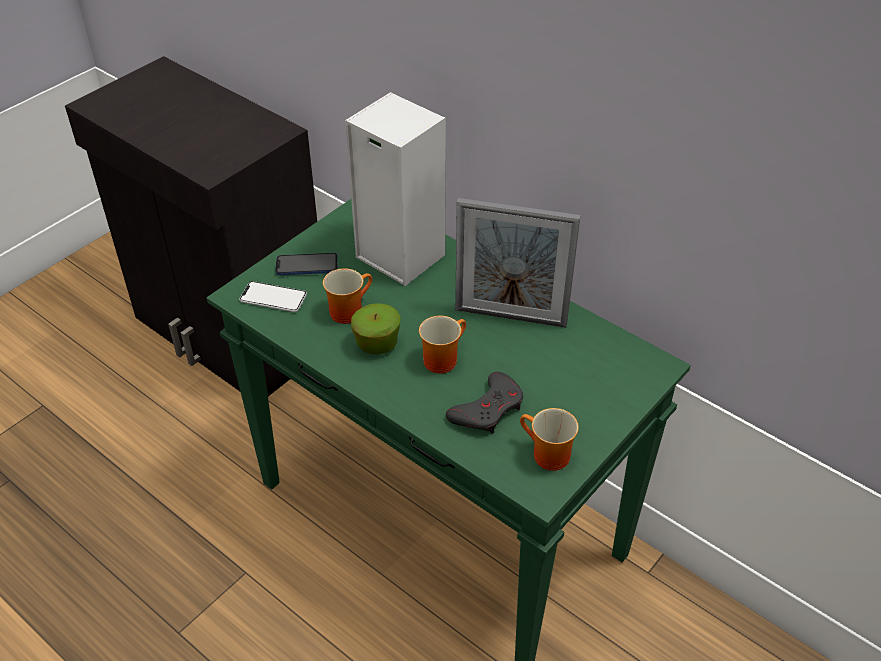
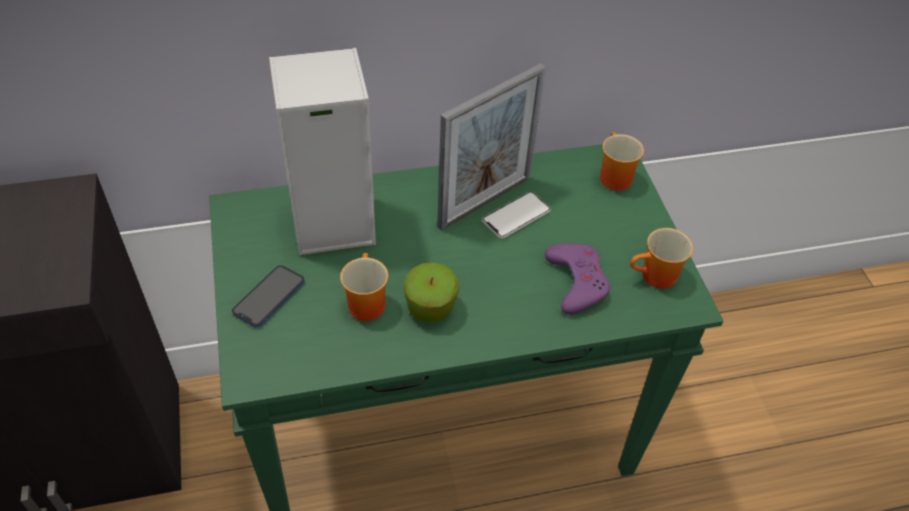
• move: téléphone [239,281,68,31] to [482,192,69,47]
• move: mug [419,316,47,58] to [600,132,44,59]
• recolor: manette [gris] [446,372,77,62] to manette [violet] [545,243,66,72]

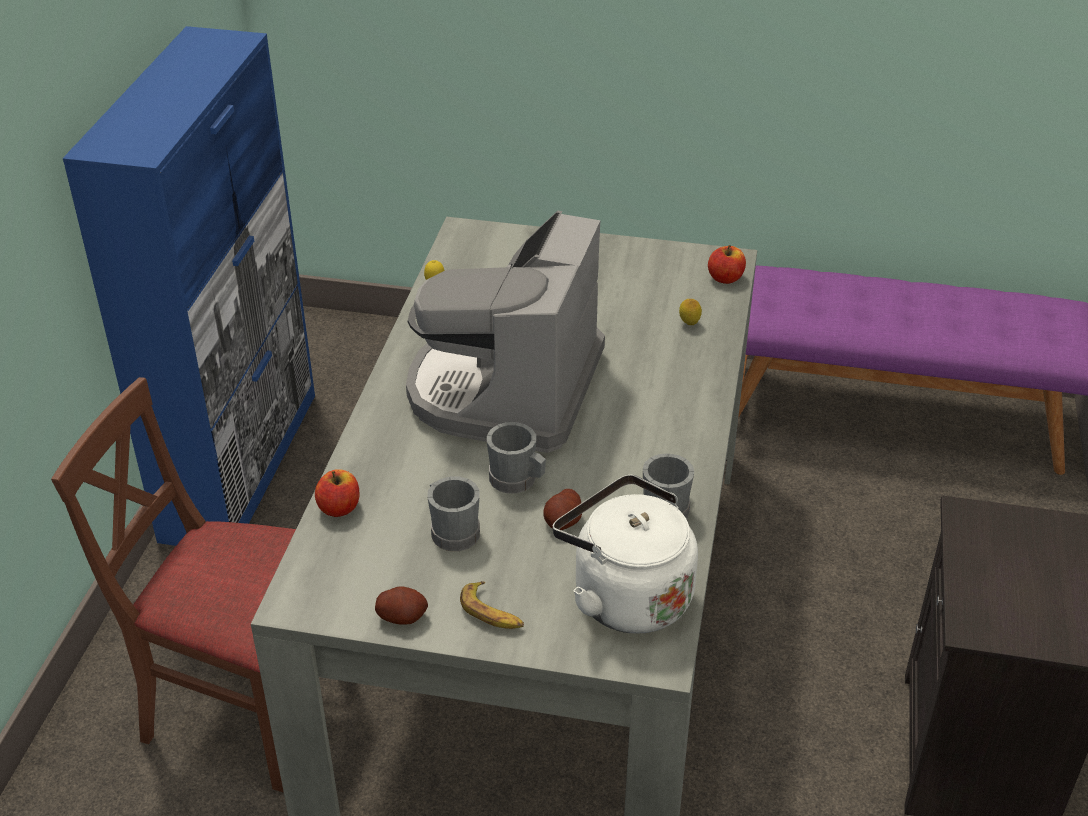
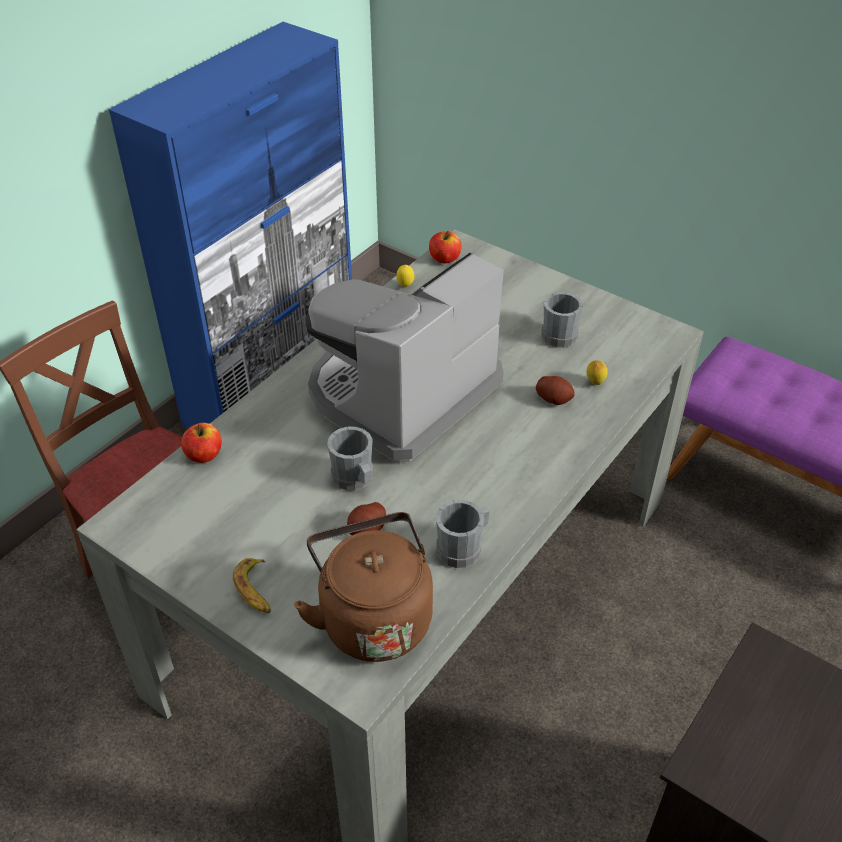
• move: pomme de terre [375,586,53,38] to [536,376,39,29]
• move: mug [gris] [427,477,53,74] to [541,292,42,56]
• recolor: bouilloire [blanc] [553,475,145,158] to bouilloire [marron] [294,512,139,150]
• move: pomme [708,245,38,39] to [429,231,32,33]

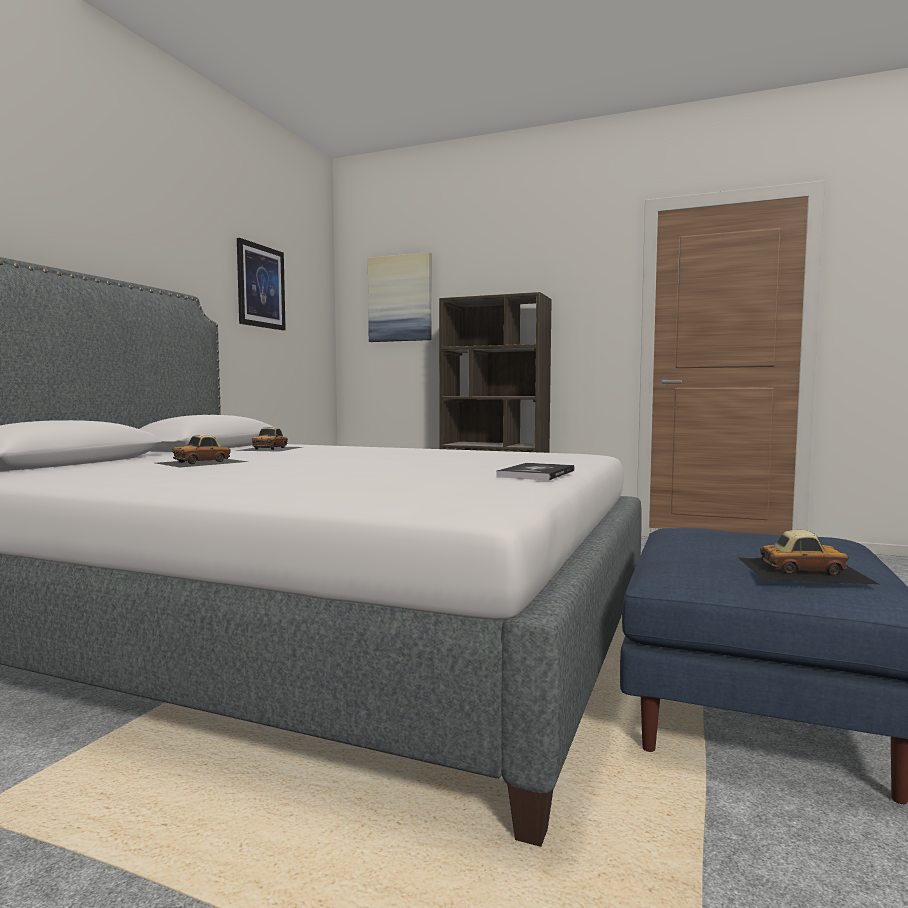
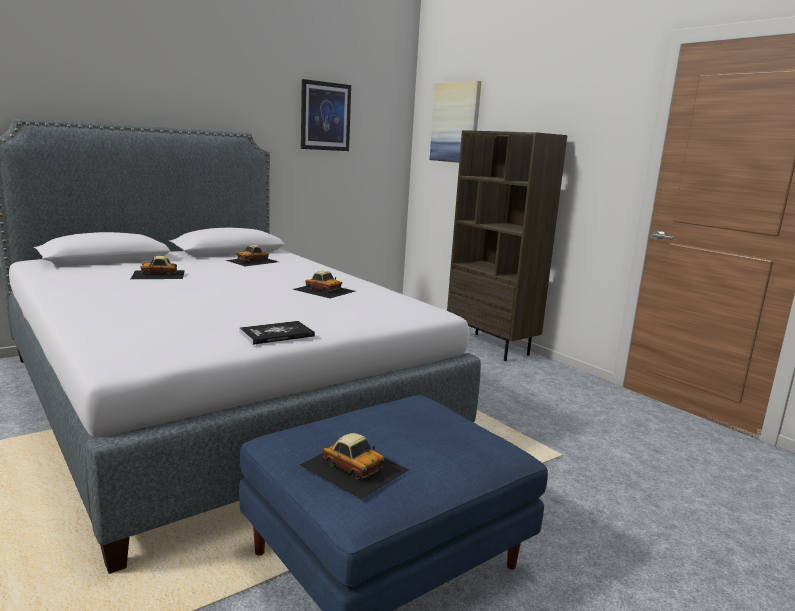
• insert: petite voiture [293,271,62,27]

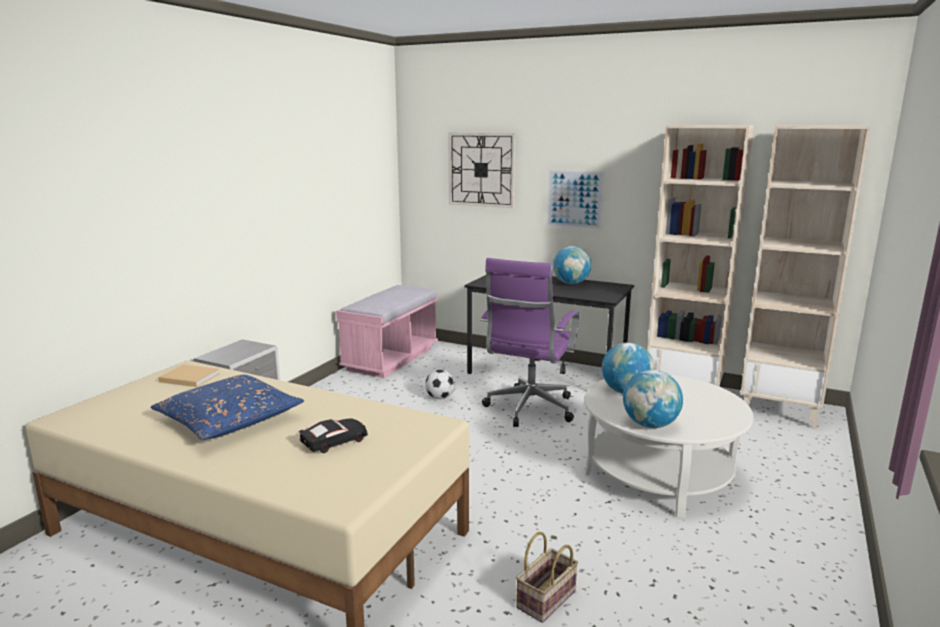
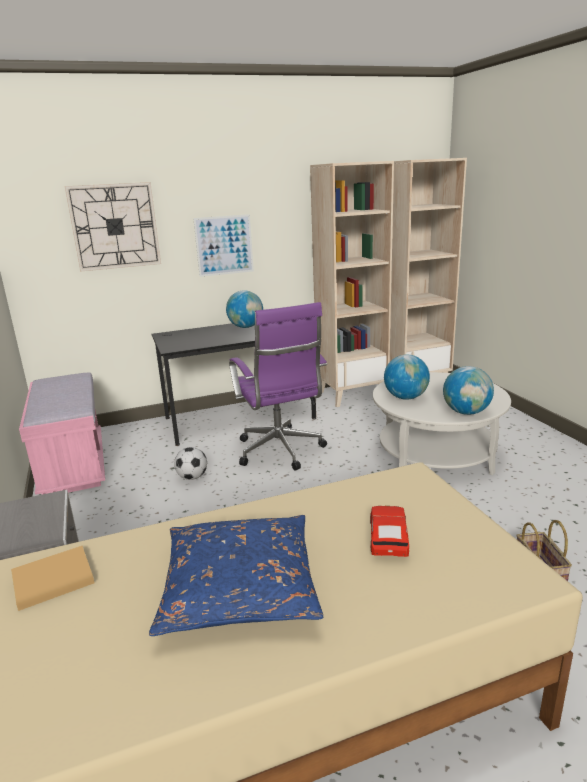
• recolor: petite voiture [noir] [298,418,70,35] to petite voiture [rouge] [370,506,39,51]

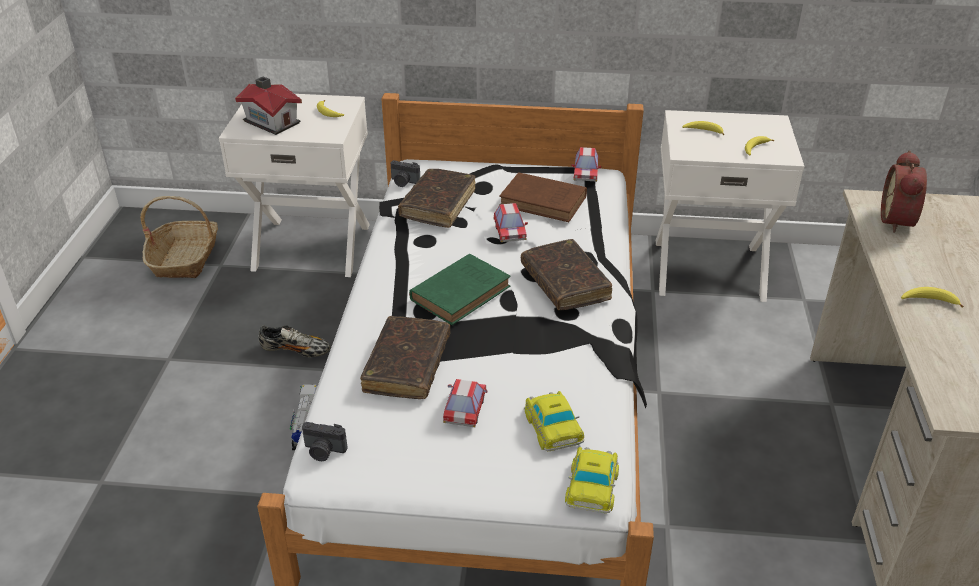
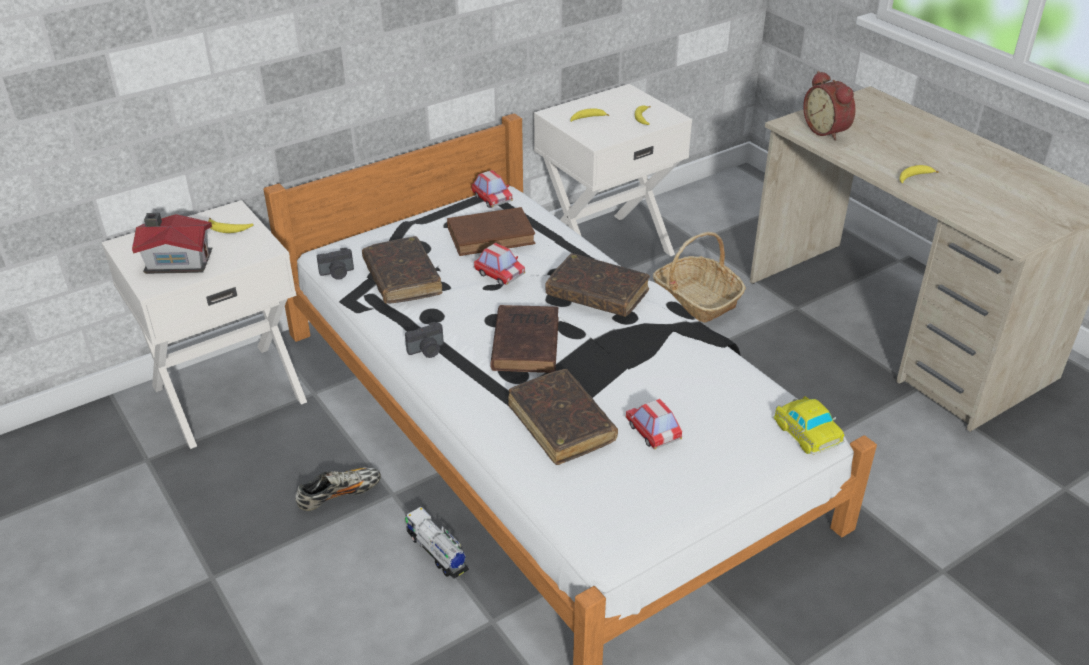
• move: panier [140,196,78,82] to [653,232,93,91]
• move: appareil photo [302,422,45,39] to [405,322,39,36]
• recolor: livre [vert] [409,254,102,71] to livre [marron] [490,305,69,68]
• delete: petite voiture [524,391,60,60]

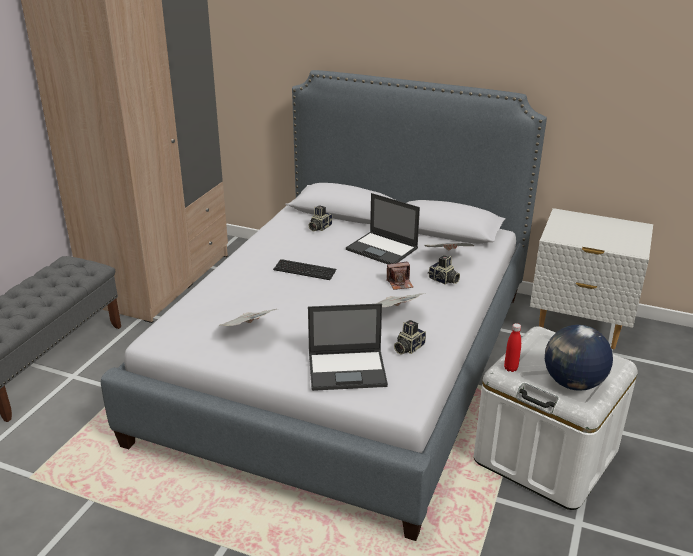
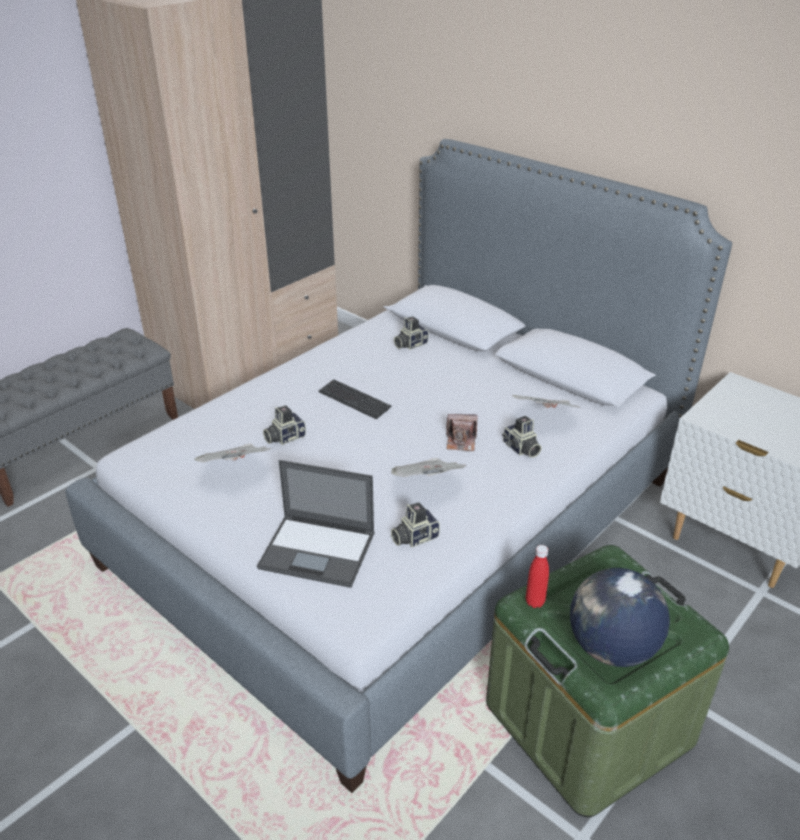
• delete: ordinateur portable [346,193,74,71]
• recolor: boîte de rangement [blanc] [474,326,163,184] to boîte de rangement [vert] [486,545,243,272]
• insert: appareil photo [263,405,43,40]

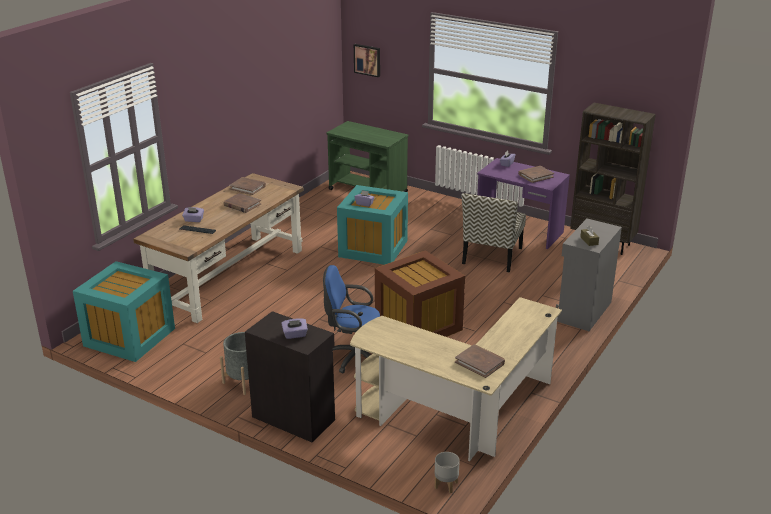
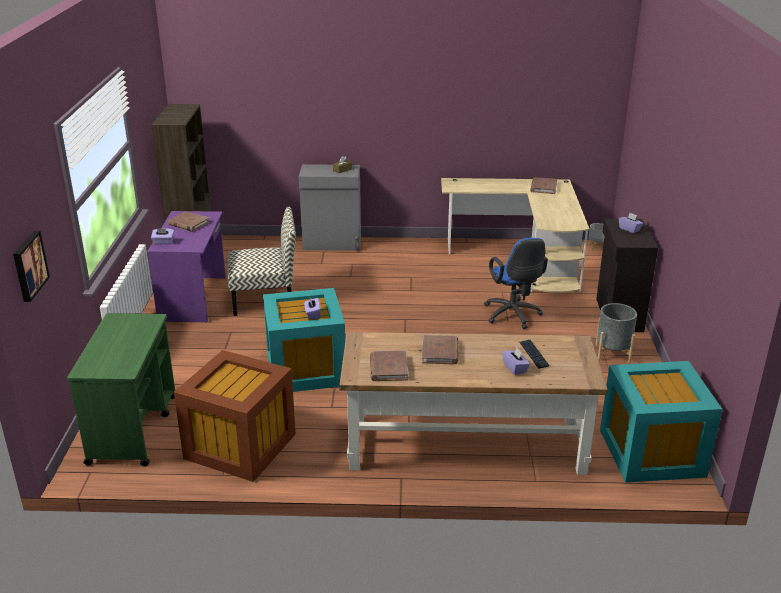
• move: boîte de rangement [marron] [375,250,90,87] to [174,350,122,132]

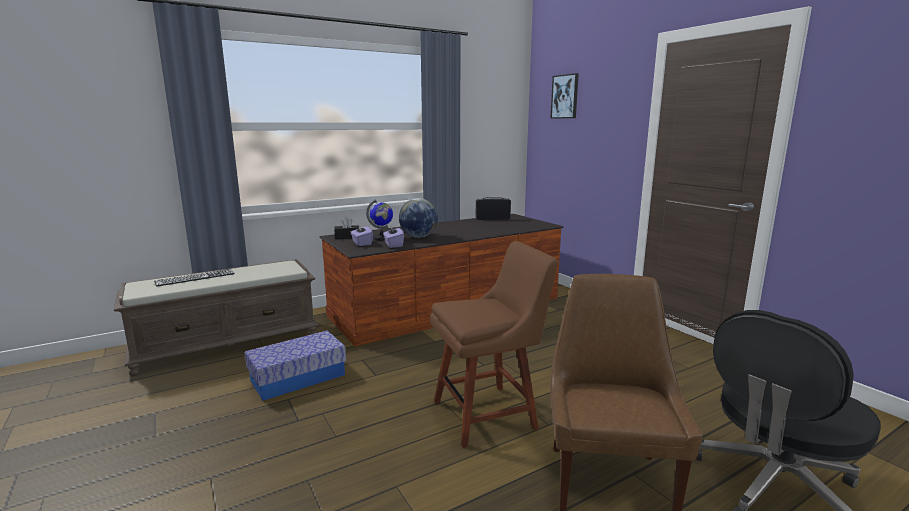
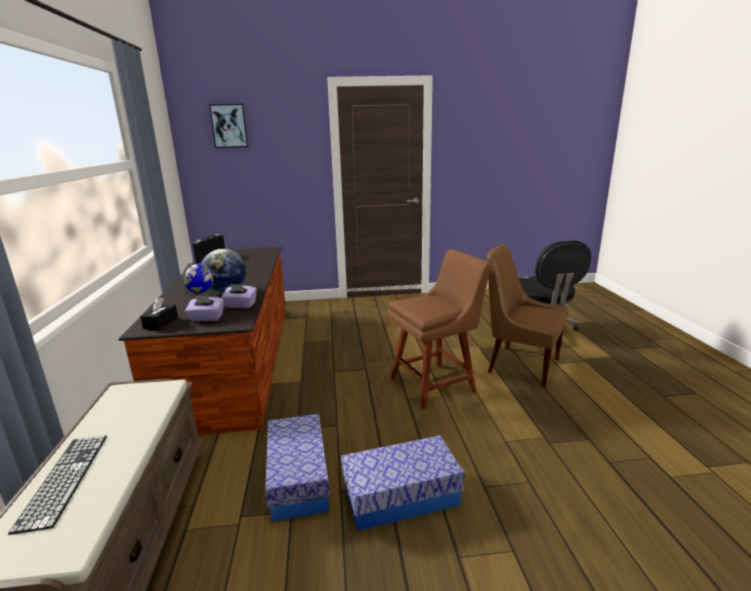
• rotate: chaise [marron] [430,241,128,207] = [388,249,103,161] 60 degrees clockwise
• insert: boîte de rangement [341,435,124,96]

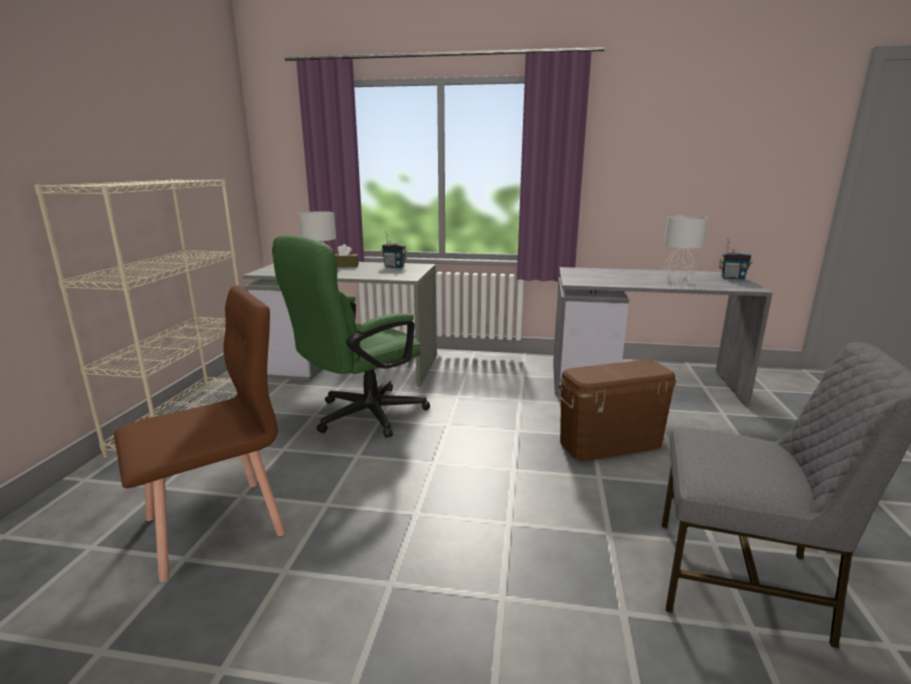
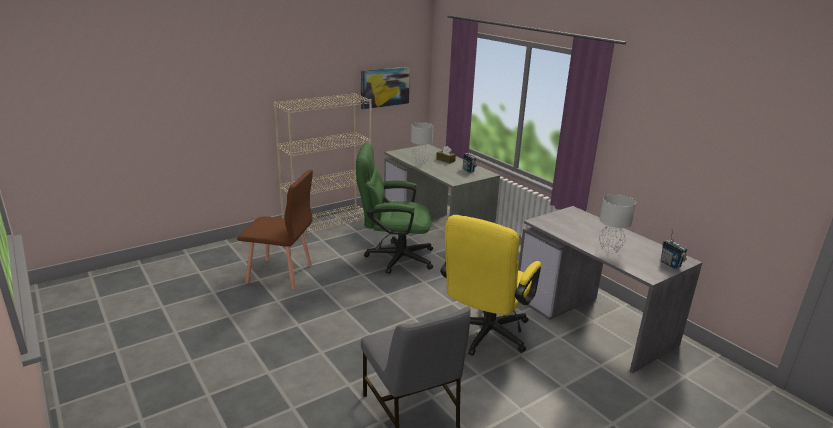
• replace: boîte de rangement [marron] [558,360,118,101] to chaise de bureau [jaune] [440,215,101,141]
• insert: tableau [361,67,49,42]

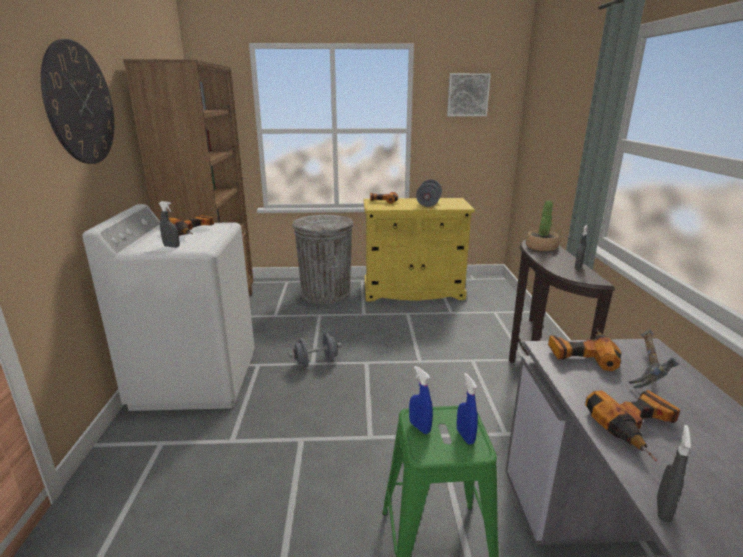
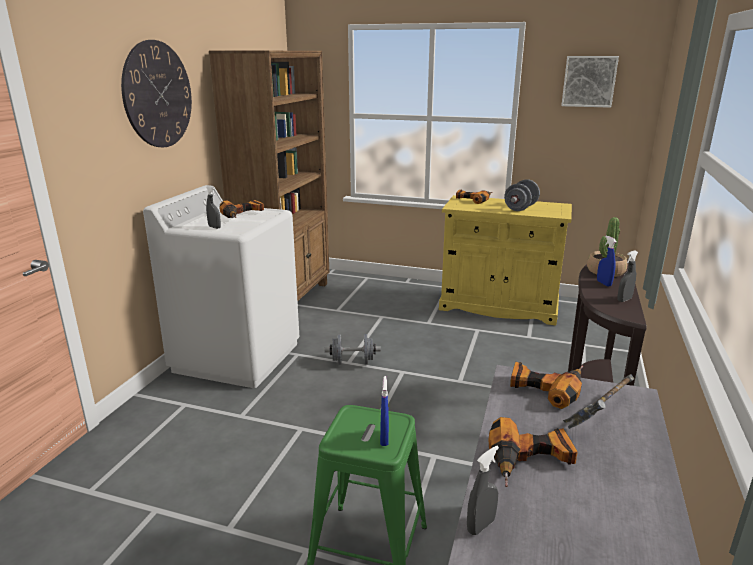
• delete: poubelle [gris] [292,215,62,89]
• move: vaporisateur [bleu] [409,366,24,68] to [597,235,20,52]

